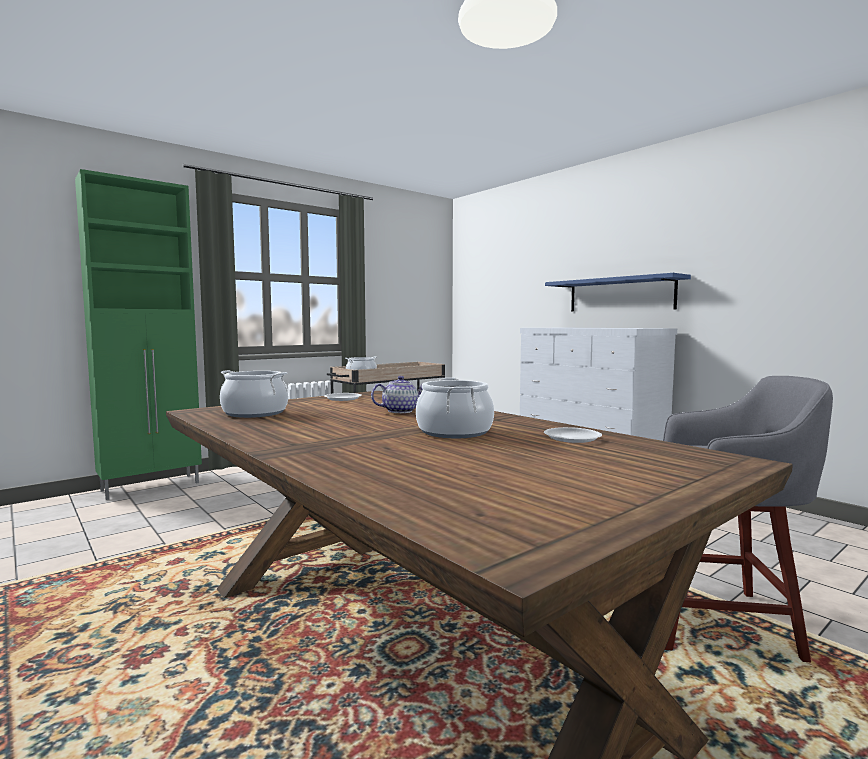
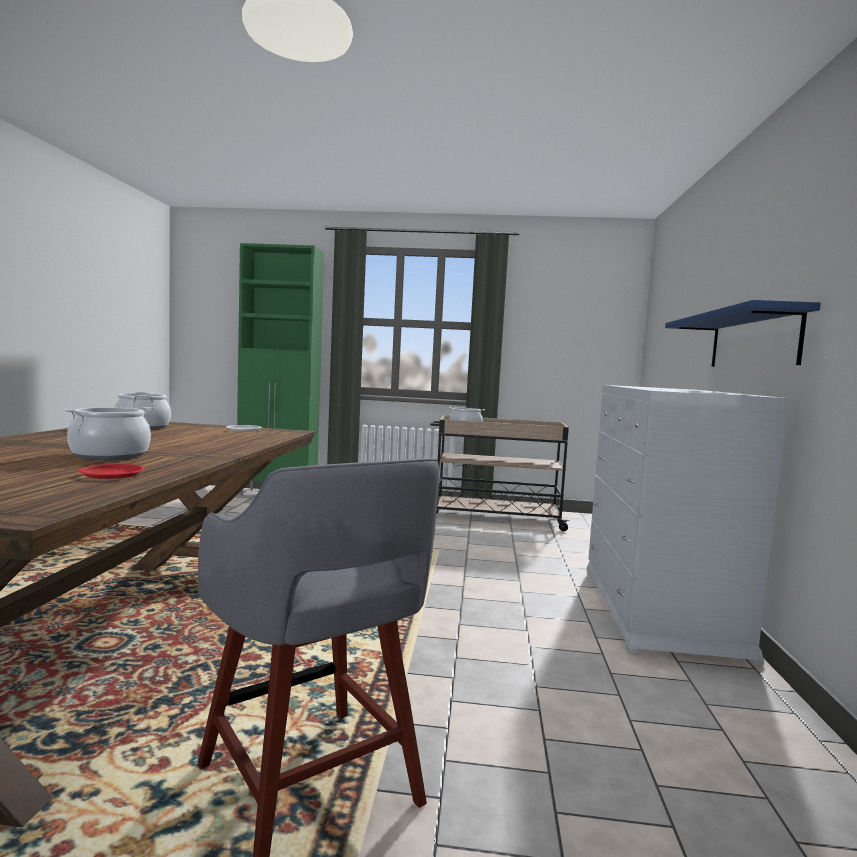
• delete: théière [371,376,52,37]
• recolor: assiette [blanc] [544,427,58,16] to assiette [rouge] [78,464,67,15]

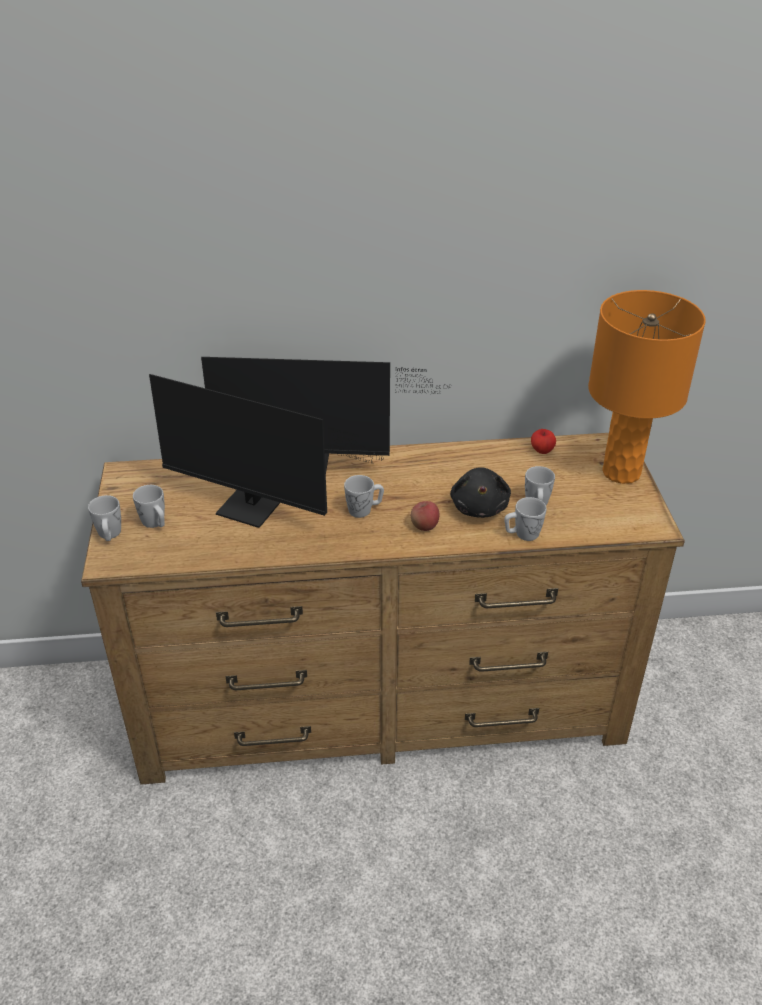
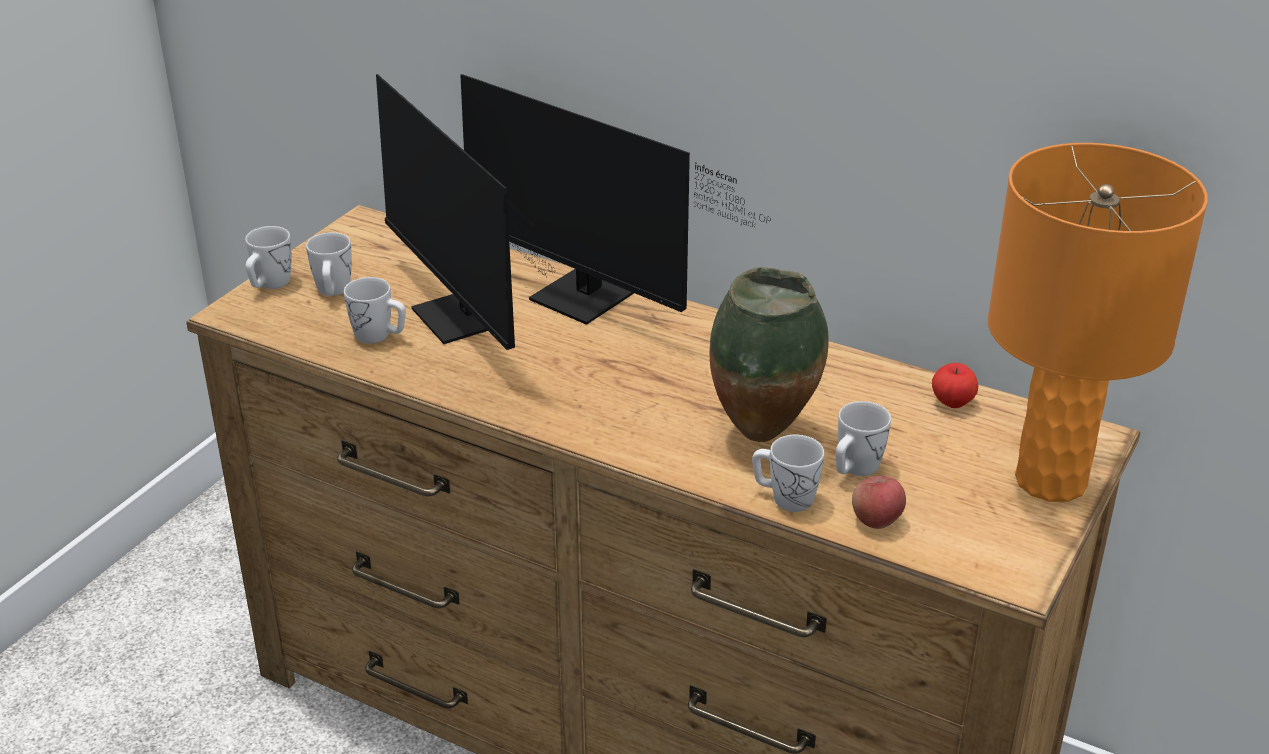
• move: mug [blanc] [344,475,40,43] to [344,277,62,67]
• move: pomme [411,501,29,30] to [852,476,54,53]
• replace: peluche [noir] [450,467,61,51] to vase [710,267,119,175]

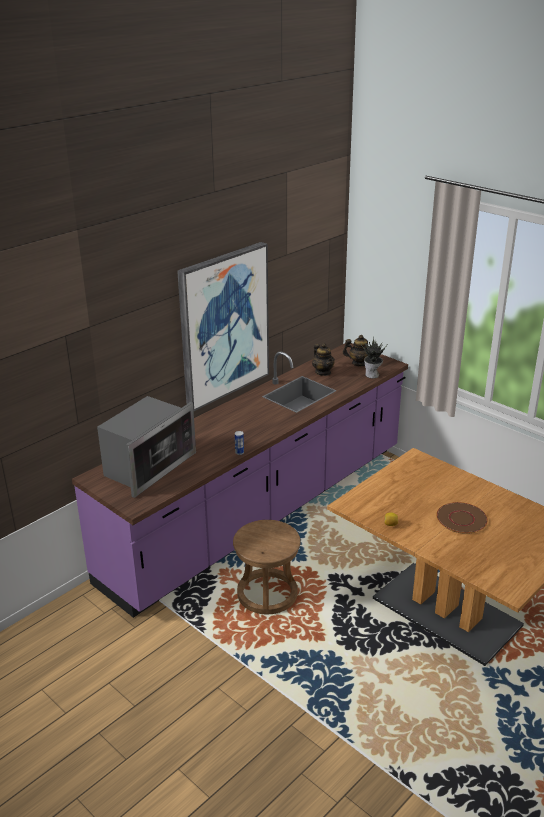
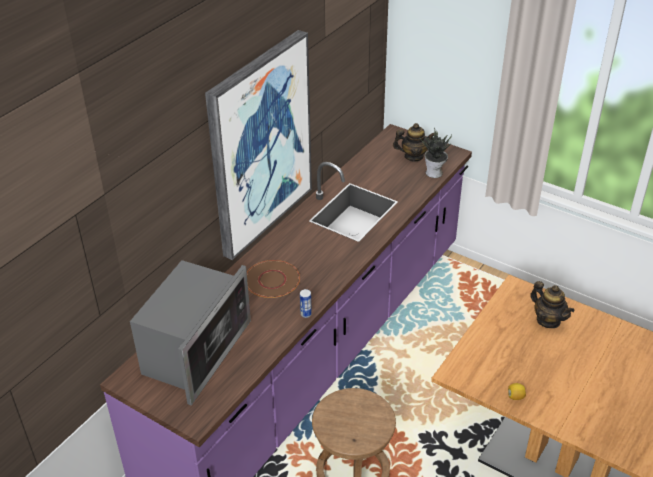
• move: théière [312,343,23,33] to [530,281,44,47]
• move: assiette [marron] [436,502,52,32] to [247,260,53,38]

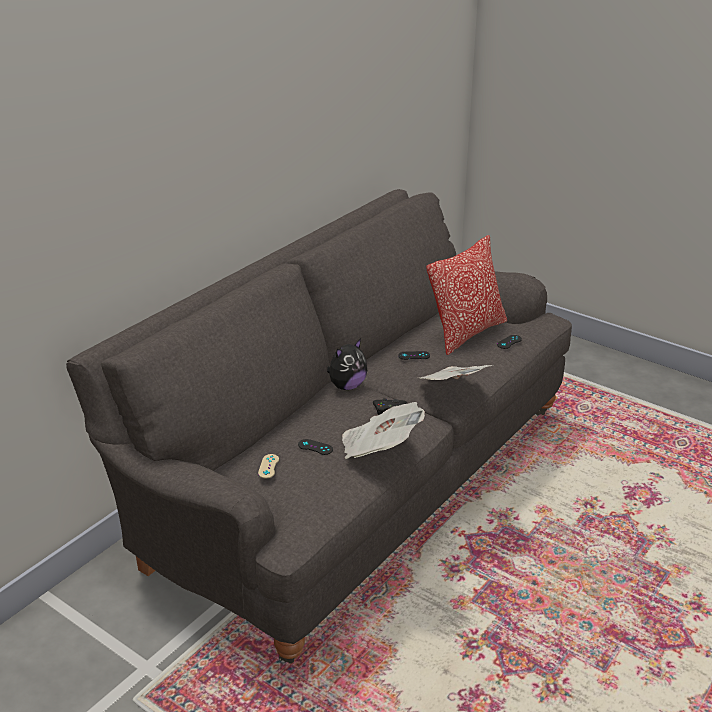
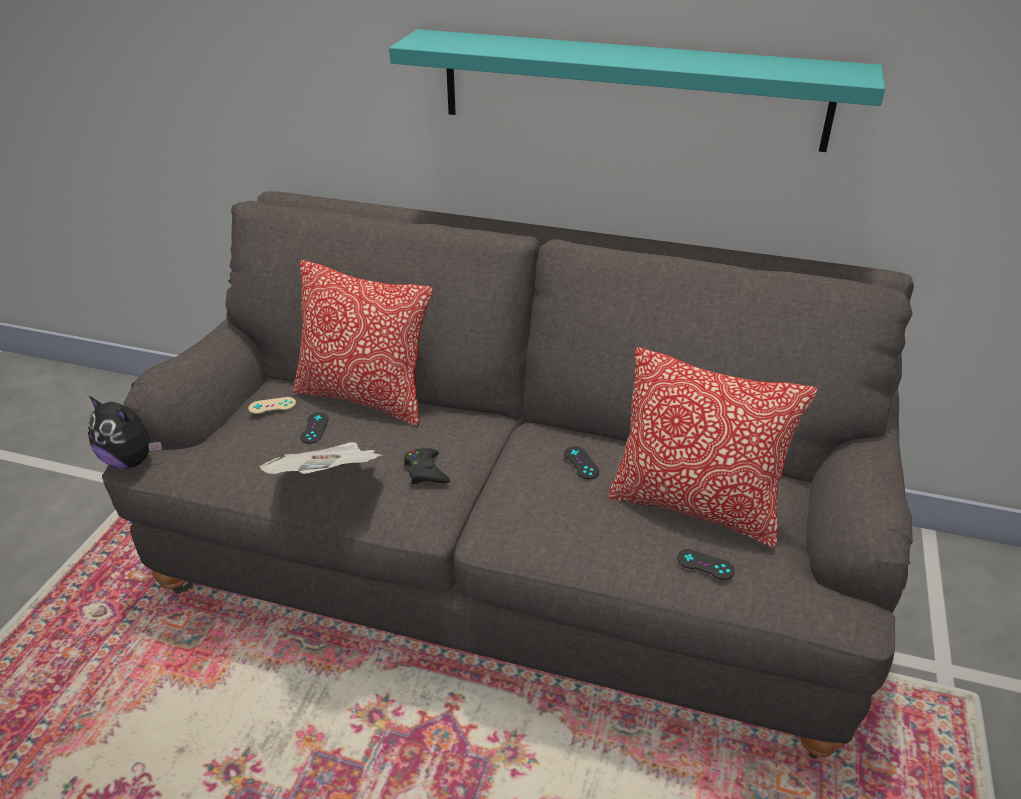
• move: peluche [327,339,40,51] to [88,395,74,74]
• delete: journal [419,365,75,15]
• insert: coussin [293,260,140,166]
• insert: étagère [turquoise] [389,29,496,123]

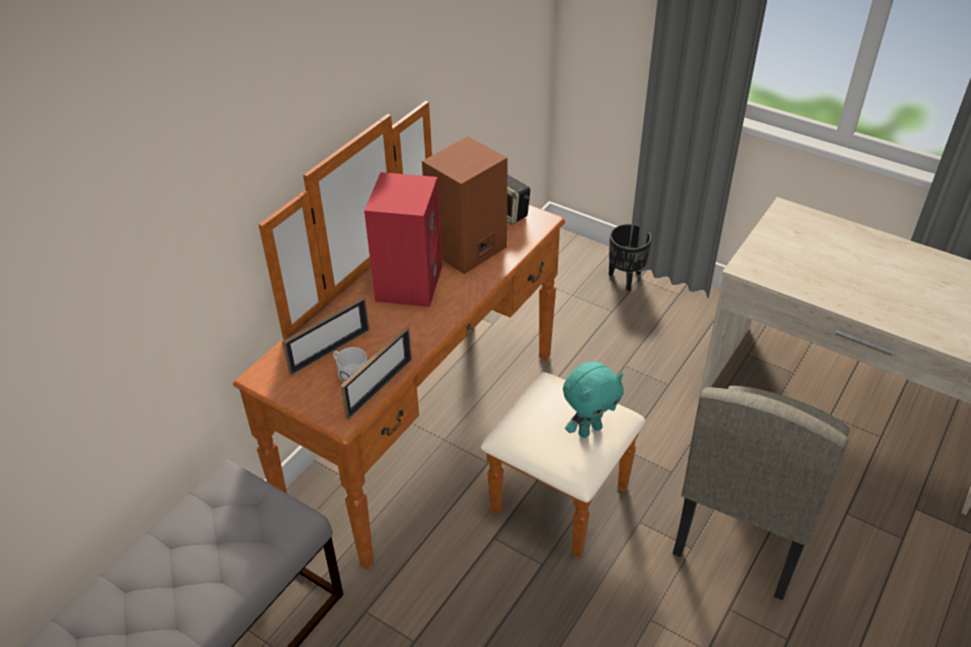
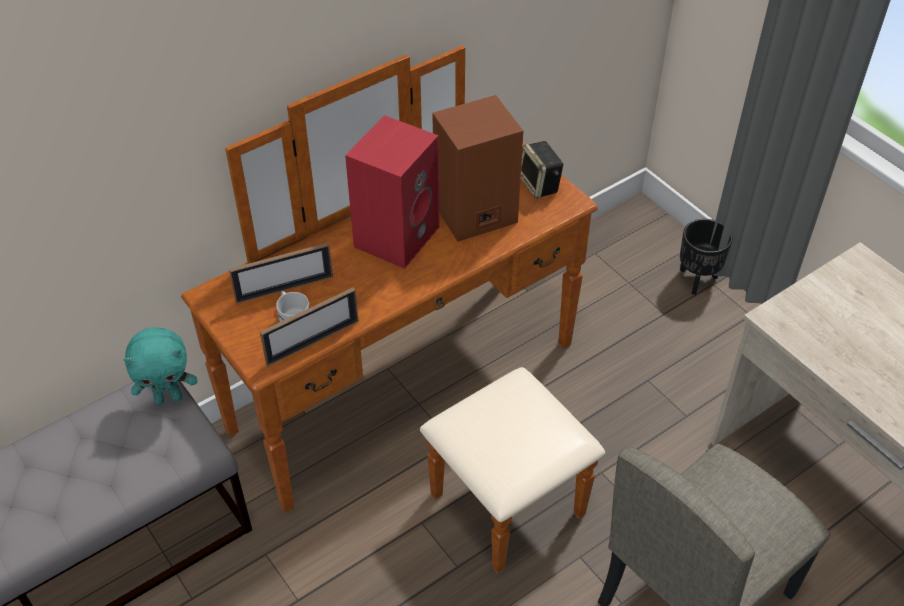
• move: peluche [turquoise] [563,362,61,76] to [123,328,74,77]

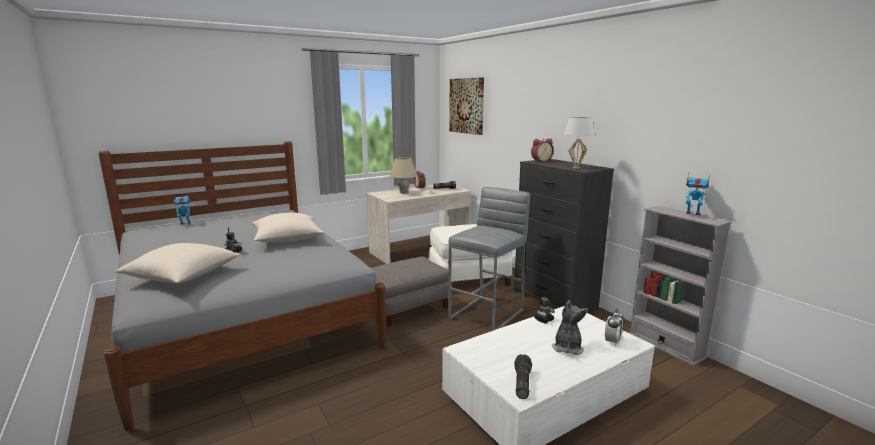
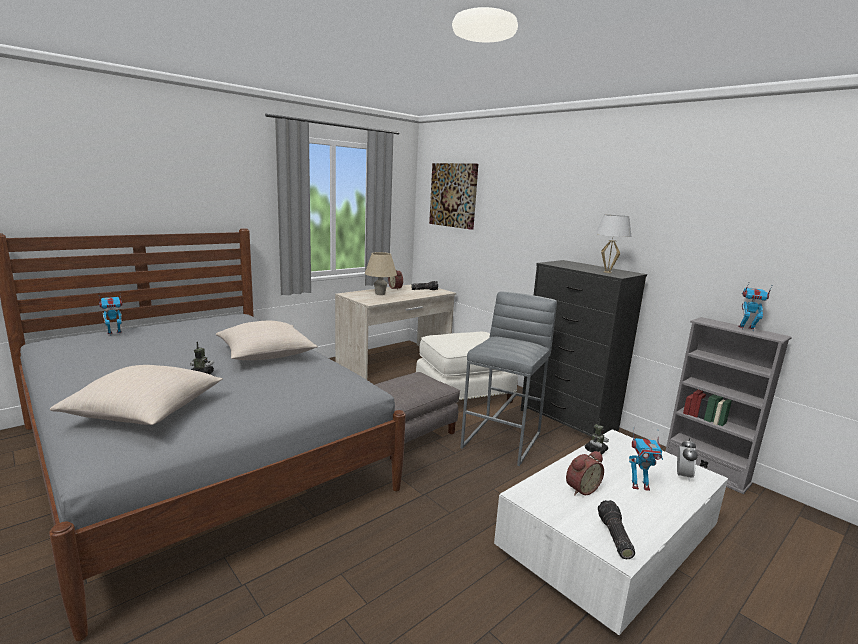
• move: réveil [531,138,23,24] to [566,451,38,45]
• replace: peluche [552,300,36,55] to robot jouet [629,434,34,57]

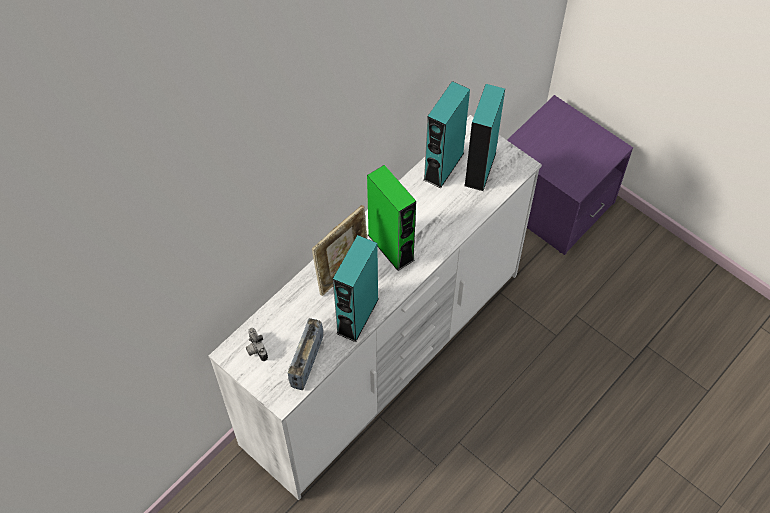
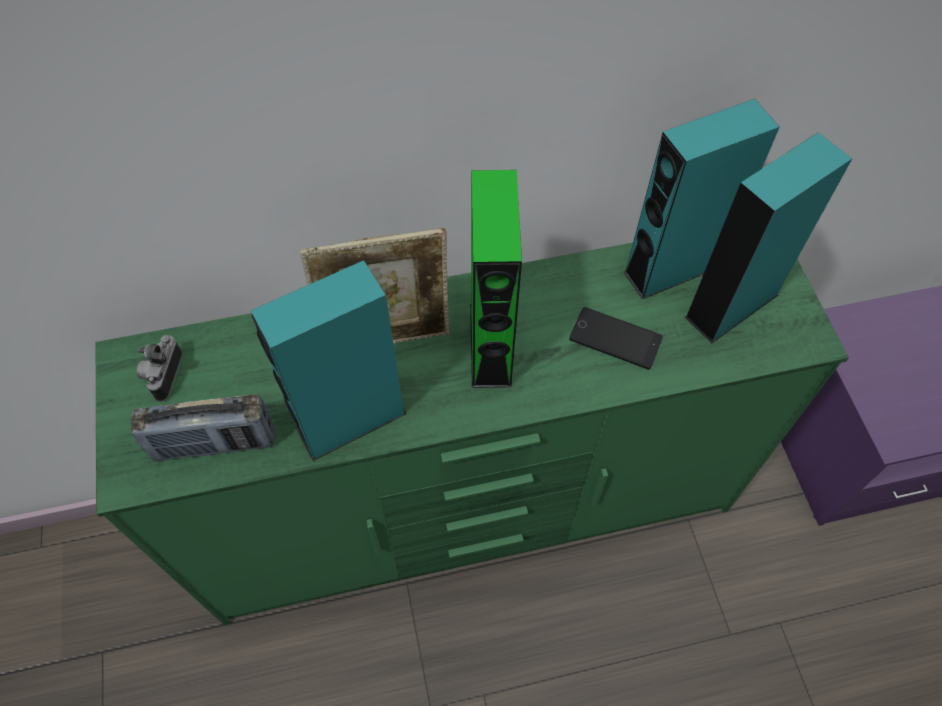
• recolor: commode [blanc] [209,115,333,385] to commode [vert] [96,243,753,382]
• rotate: radio [288,318,35,72] = [131,394,143,67] 150 degrees counterclockwise
• insert: téléphone [569,307,94,63]

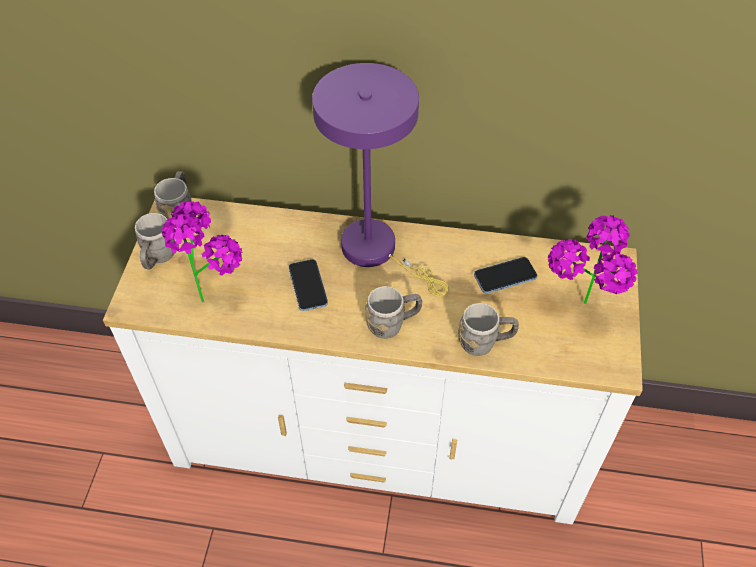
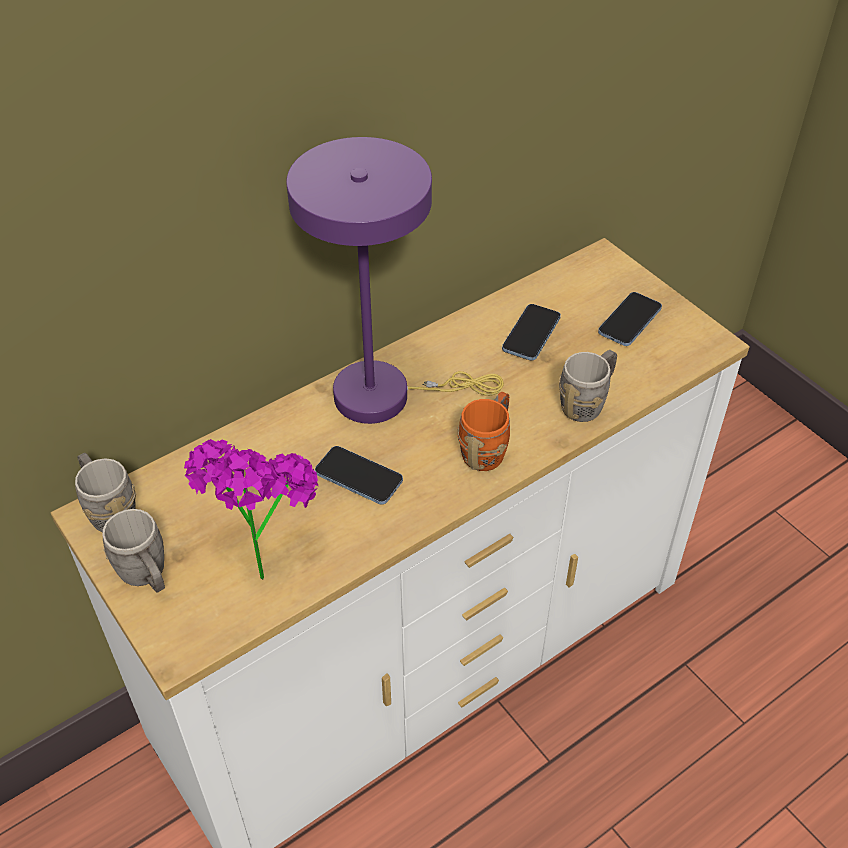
• recolor: mug [gris] [365,286,57,53] to mug [orange] [457,392,53,79]
• replace: plante en pot [548,215,90,89] to téléphone [598,292,64,54]

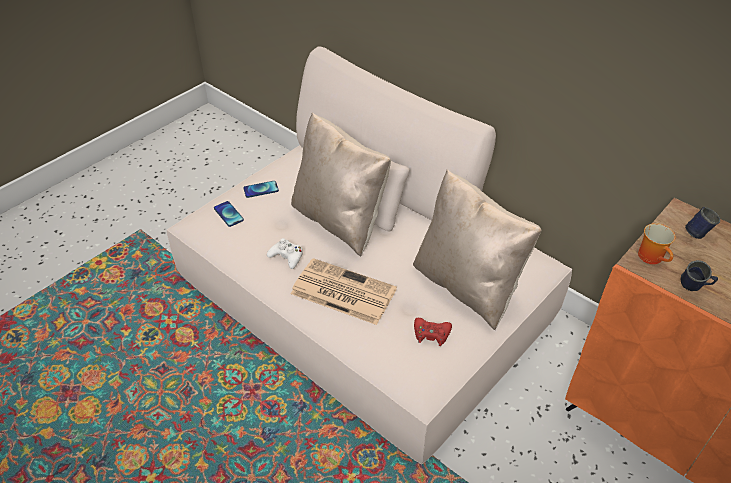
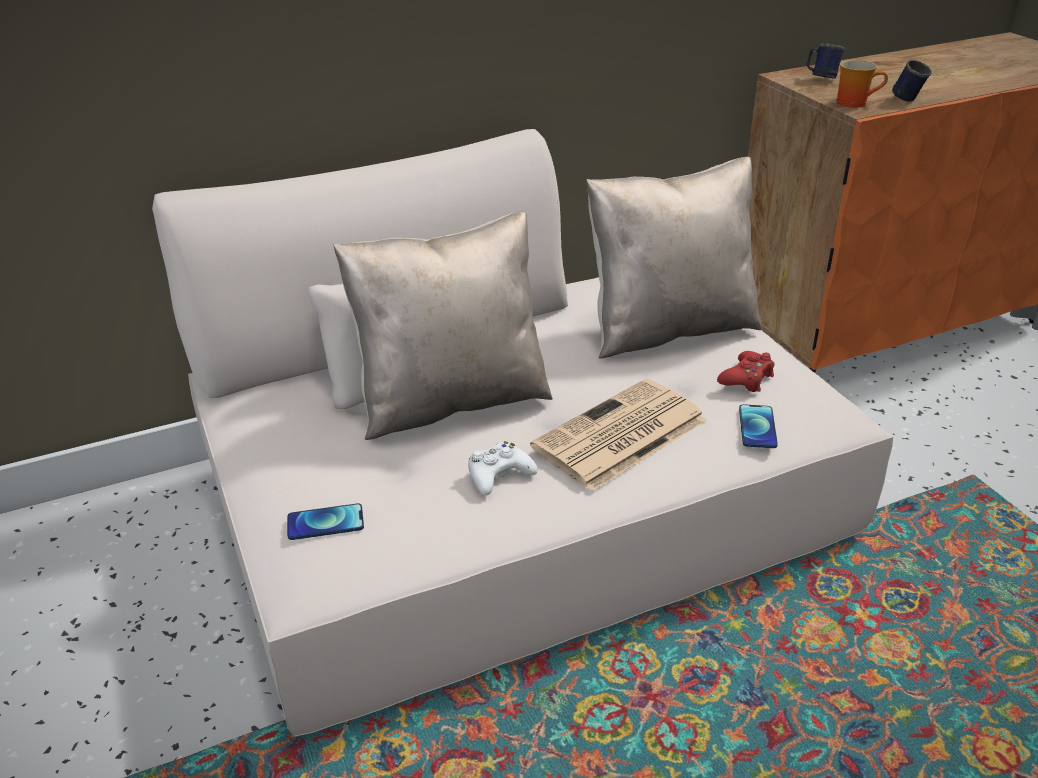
• move: téléphone [243,181,36,17] to [739,404,39,44]

